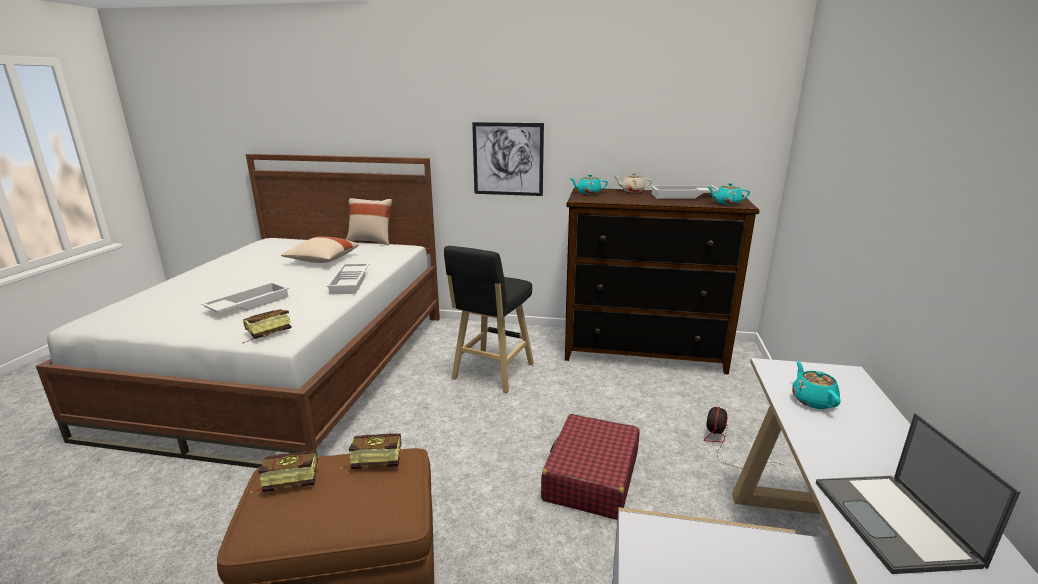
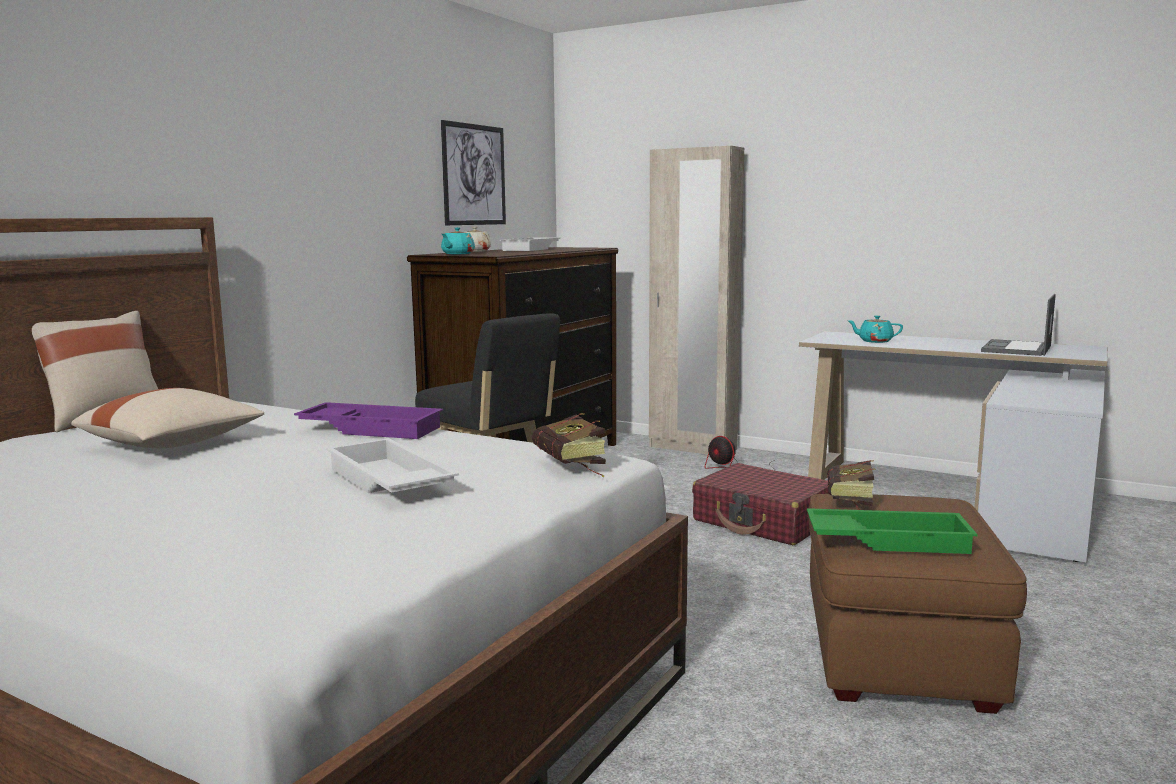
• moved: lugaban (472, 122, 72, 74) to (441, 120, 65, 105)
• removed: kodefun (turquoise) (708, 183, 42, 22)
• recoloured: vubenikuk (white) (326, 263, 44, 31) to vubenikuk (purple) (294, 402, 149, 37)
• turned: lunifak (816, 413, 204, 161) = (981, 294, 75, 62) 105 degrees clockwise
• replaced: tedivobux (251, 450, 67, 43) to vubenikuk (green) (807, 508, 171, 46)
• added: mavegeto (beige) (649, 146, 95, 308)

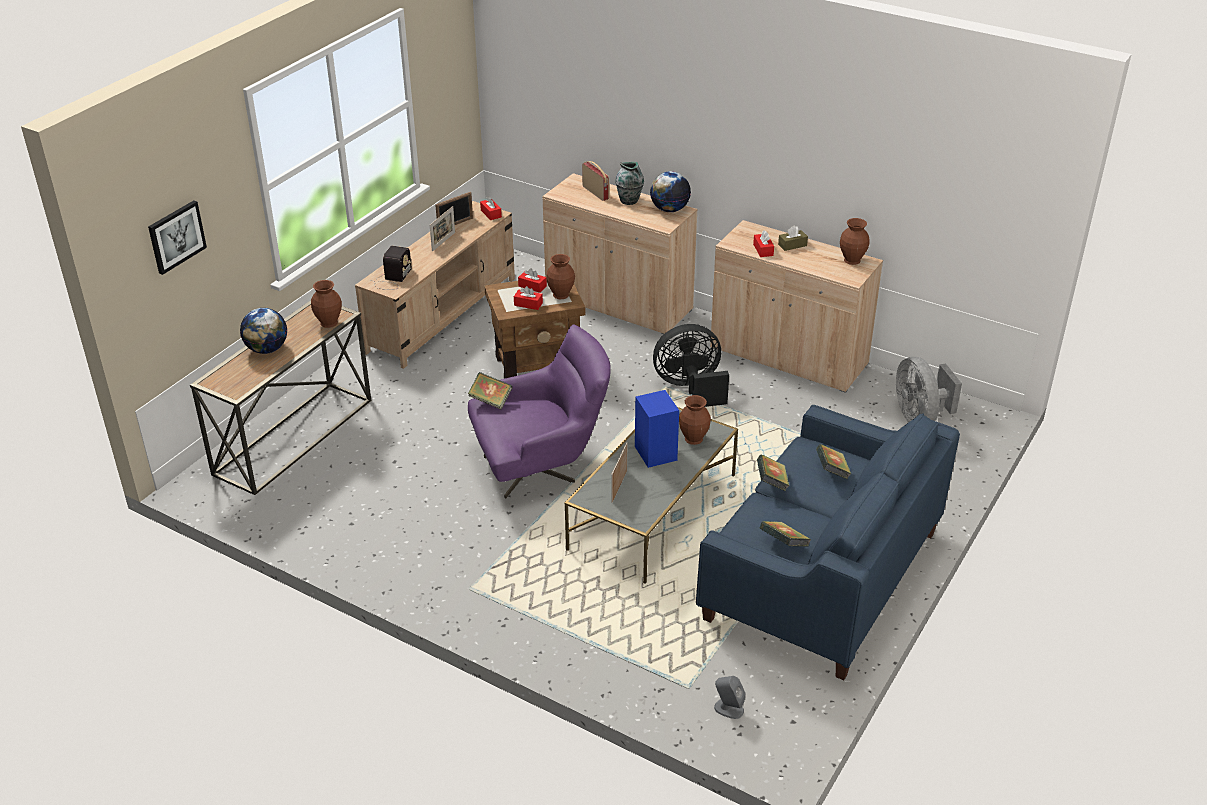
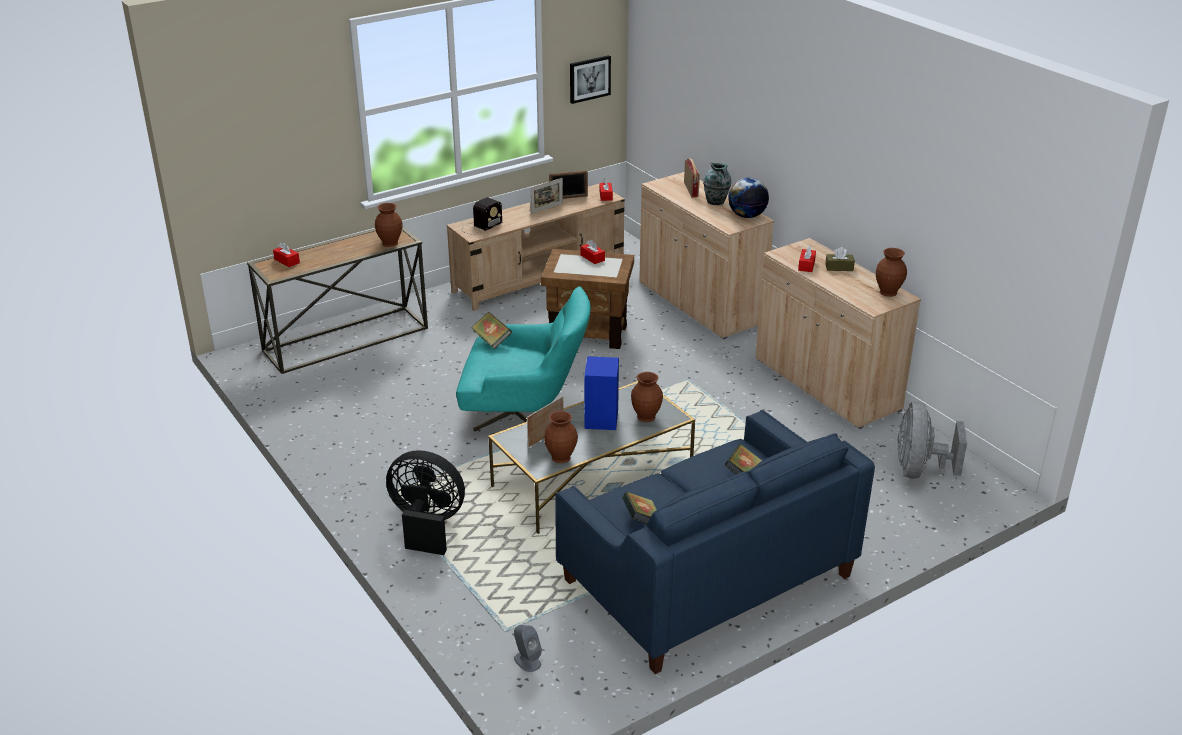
• moved: lugaban (148, 201, 59, 74) to (570, 55, 41, 49)
• moved: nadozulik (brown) (547, 254, 28, 45) to (544, 411, 34, 52)
• moved: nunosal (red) (514, 286, 29, 24) to (273, 242, 27, 25)
• removed: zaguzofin (240, 308, 47, 46)
• recoloured: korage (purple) (468, 324, 143, 175) to korage (turquoise) (456, 286, 135, 146)
• moved: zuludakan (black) (653, 324, 76, 83) to (386, 450, 79, 105)
• removed: tedivobux (757, 454, 32, 37)

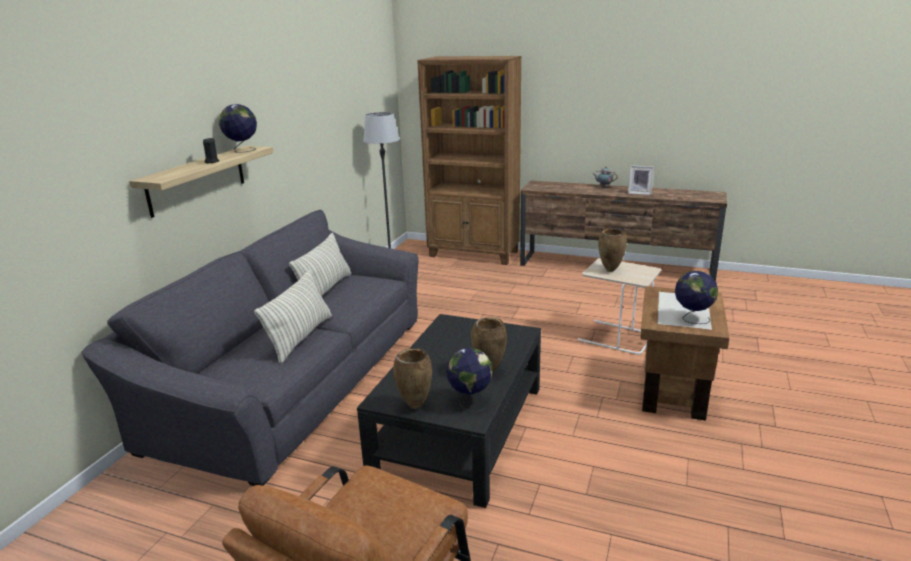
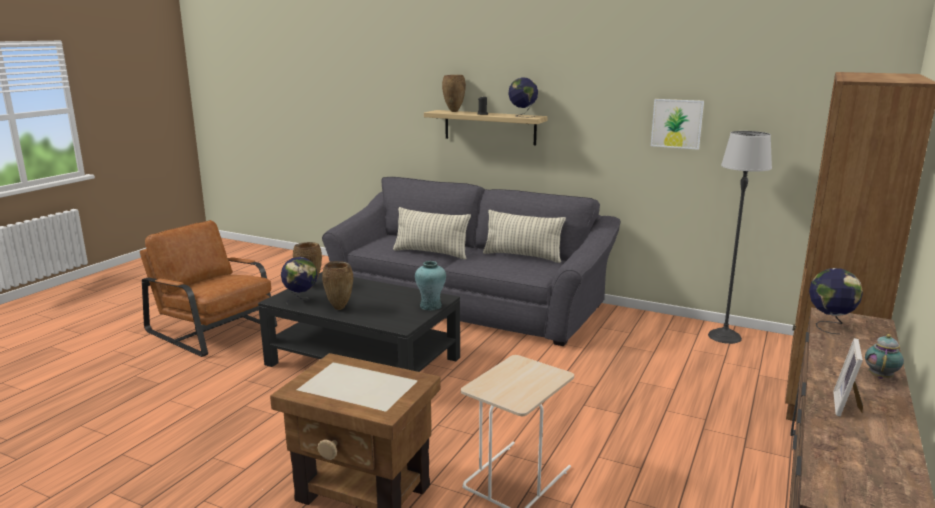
• moved: nadozulik (brown) (599, 229, 28, 43) to (442, 75, 24, 37)
• moved: zaguzofin (675, 271, 43, 53) to (809, 268, 54, 66)
• added: lugaban (651, 99, 53, 51)
• added: nadozulik (turquoise) (415, 261, 31, 50)

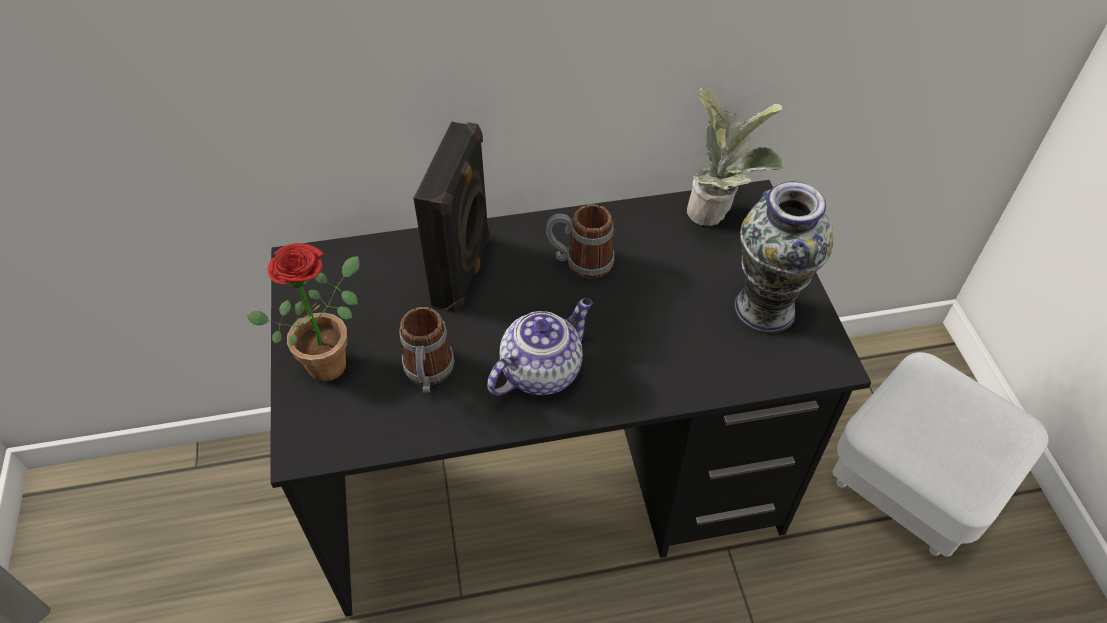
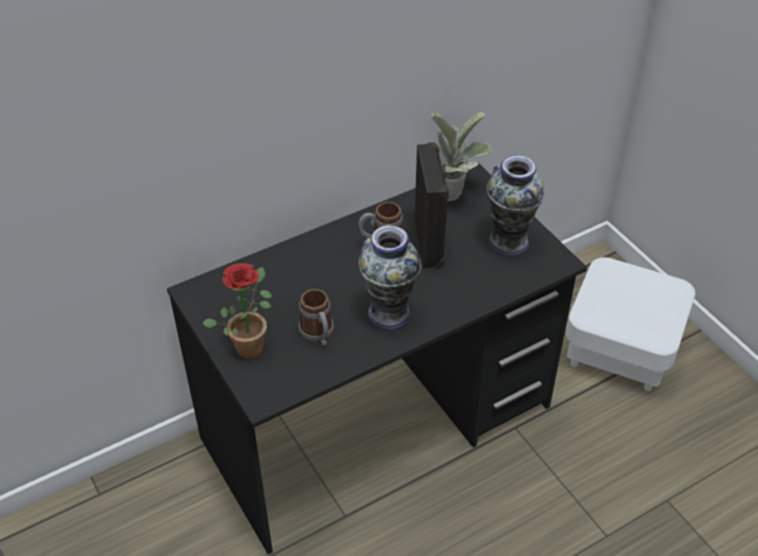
• moved: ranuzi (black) (414, 122, 76, 191) to (415, 142, 34, 127)
• replaced: kodefun (487, 298, 106, 98) to nadozulik (359, 225, 62, 105)

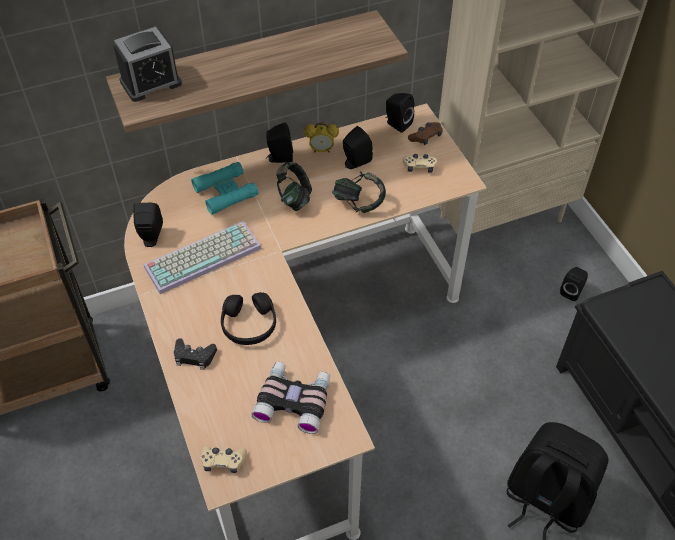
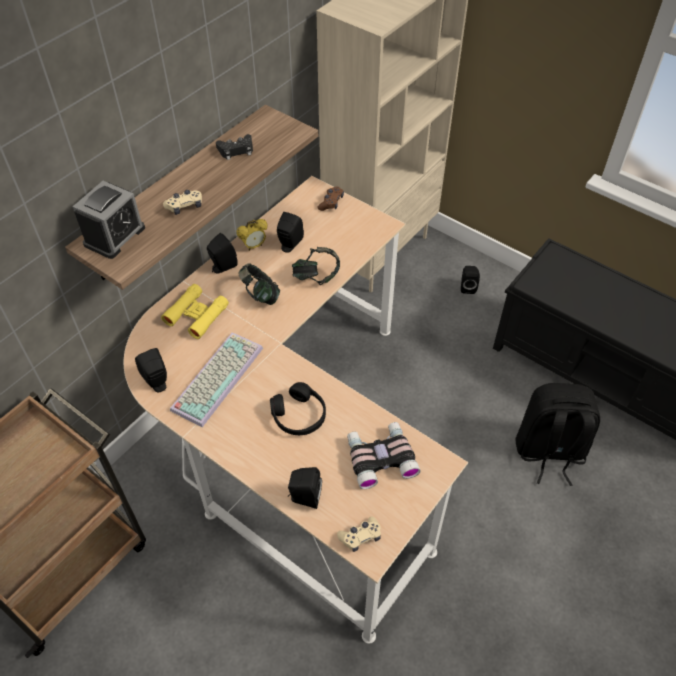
• moved: ranuzi (black) (385, 93, 29, 40) to (288, 467, 34, 42)
• moved: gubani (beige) (403, 154, 34, 19) to (163, 190, 39, 25)
• recoloured: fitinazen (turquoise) (191, 162, 68, 53) to fitinazen (yellow) (161, 284, 68, 55)
• moved: gubani (black) (174, 338, 43, 32) to (216, 134, 37, 26)

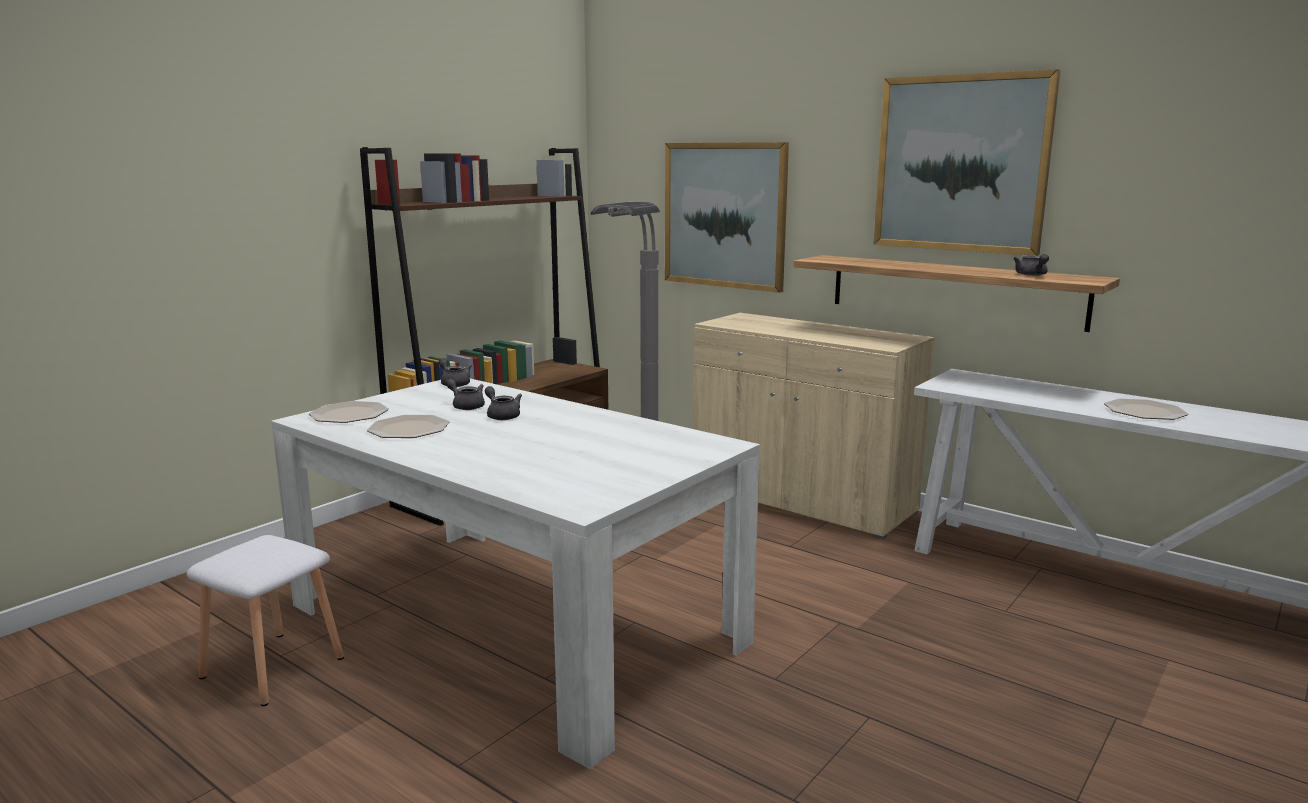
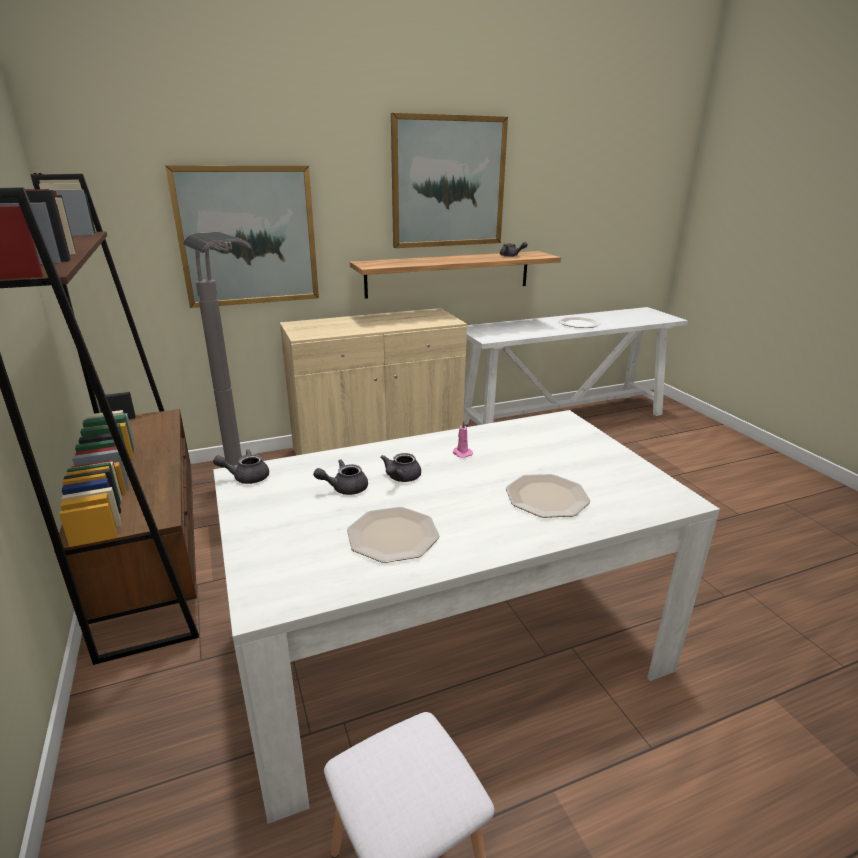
• turned: kodefun (grey) (485, 386, 37, 34) = (380, 453, 41, 29) 60 degrees counterclockwise
• moved: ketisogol (309, 401, 80, 22) to (506, 474, 84, 44)
• added: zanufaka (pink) (453, 420, 20, 38)

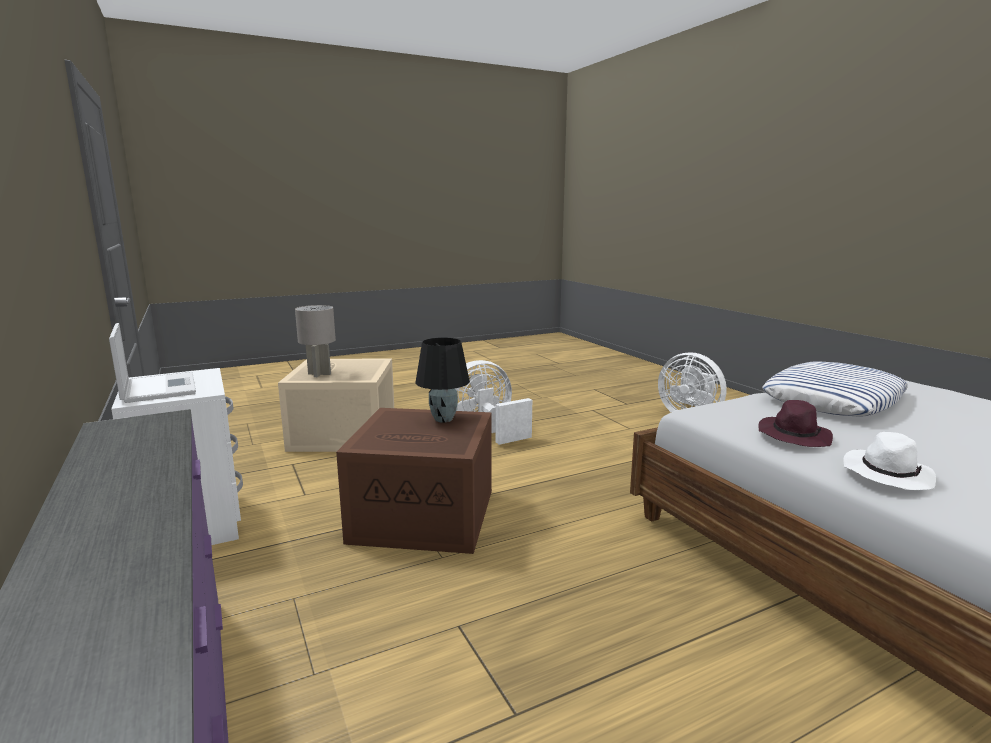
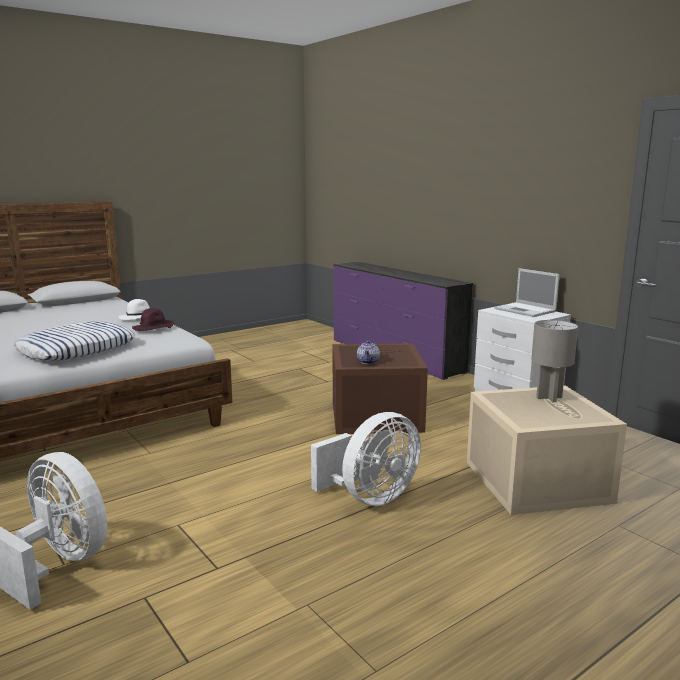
• replaced: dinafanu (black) (416, 338, 54, 85) to kodefun (357, 340, 23, 24)

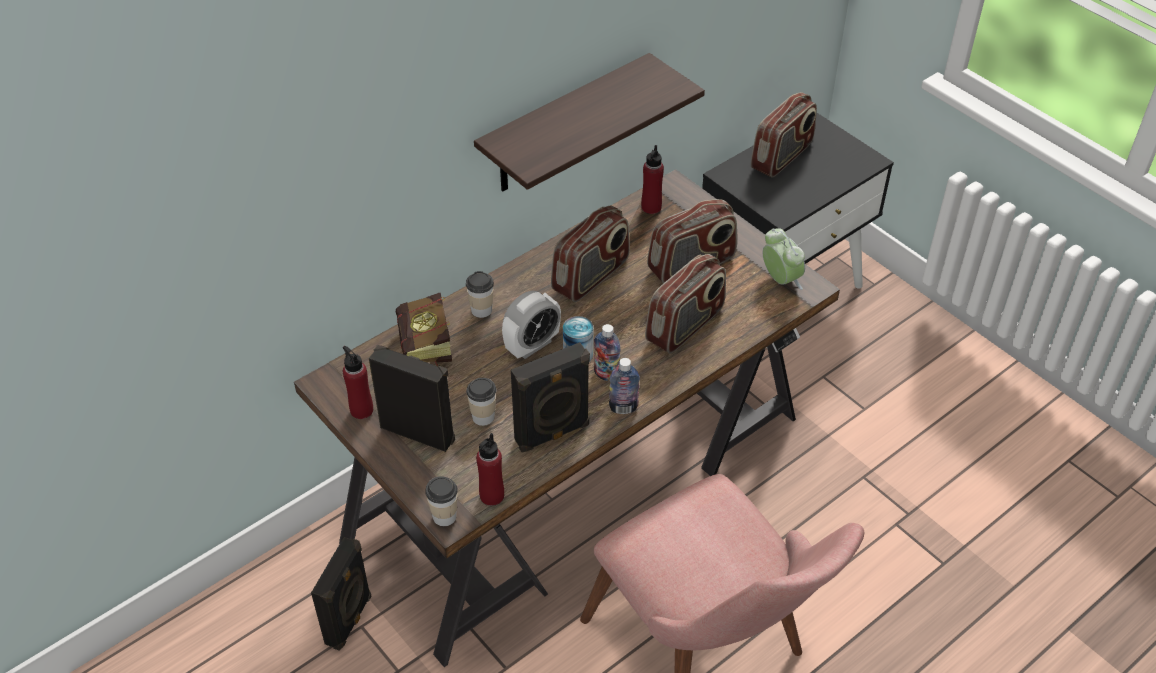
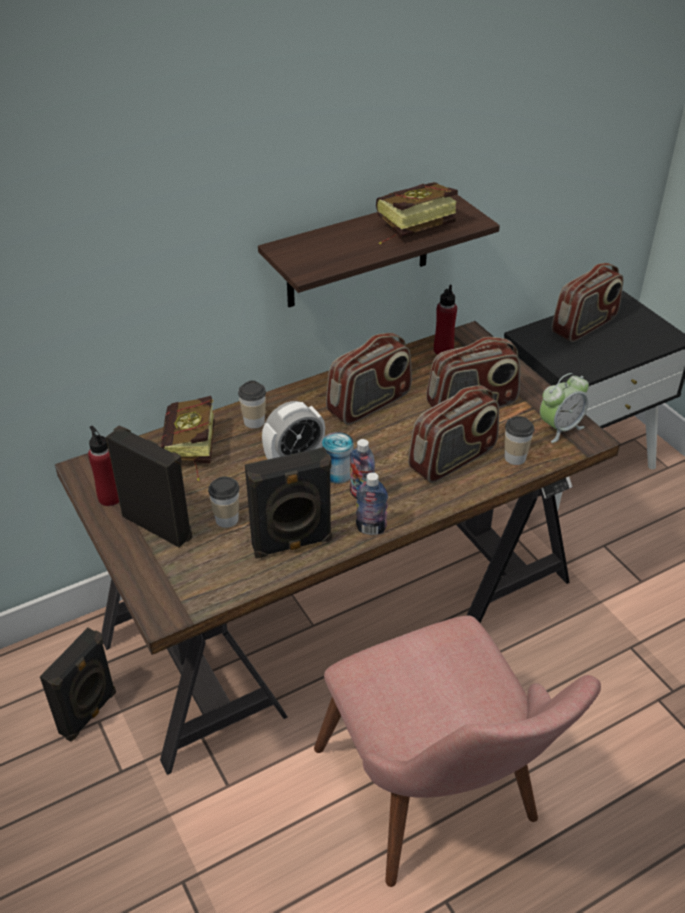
• turned: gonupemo (763, 228, 42, 62) = (540, 373, 49, 70) 75 degrees clockwise
• removed: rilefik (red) (476, 433, 28, 73)
• moved: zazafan (425, 476, 33, 50) to (505, 416, 29, 49)
• added: tedivobux (376, 182, 82, 63)

